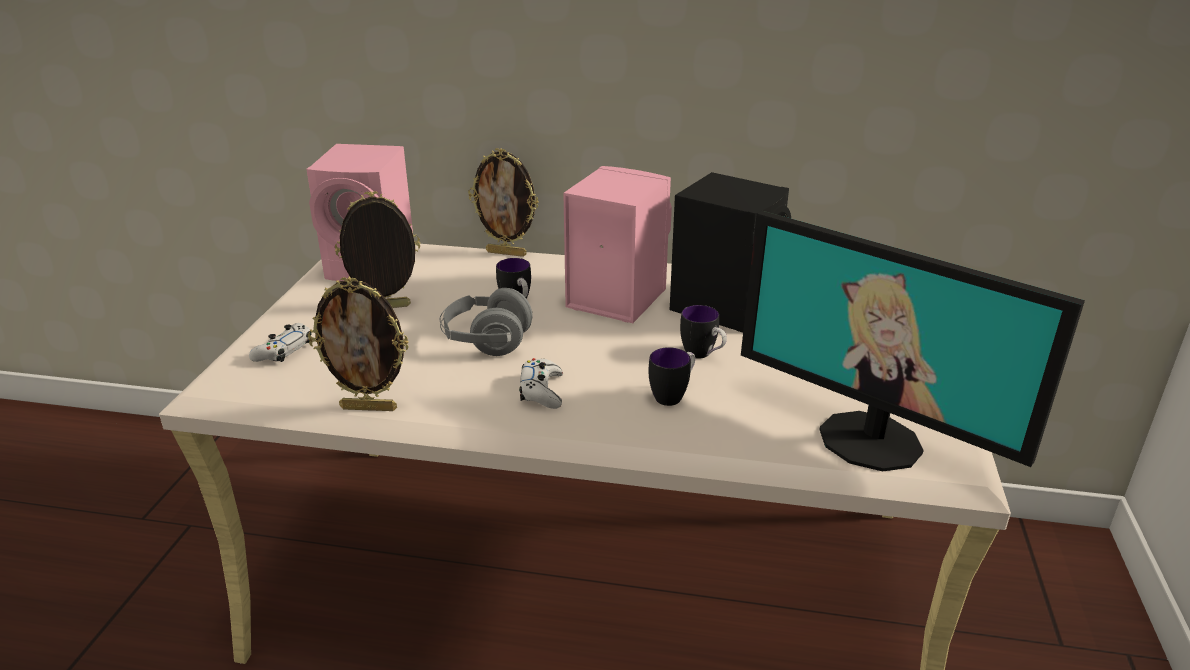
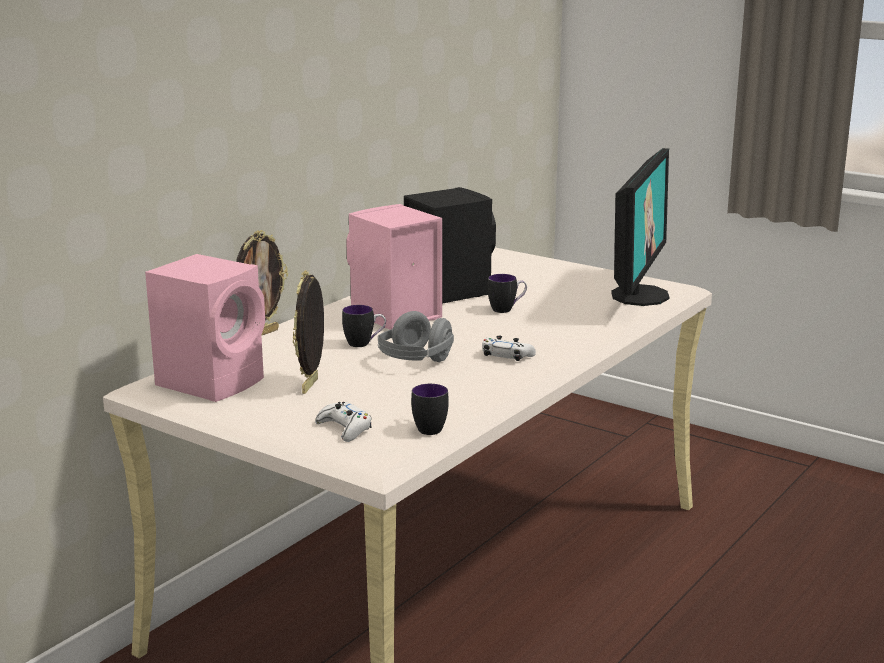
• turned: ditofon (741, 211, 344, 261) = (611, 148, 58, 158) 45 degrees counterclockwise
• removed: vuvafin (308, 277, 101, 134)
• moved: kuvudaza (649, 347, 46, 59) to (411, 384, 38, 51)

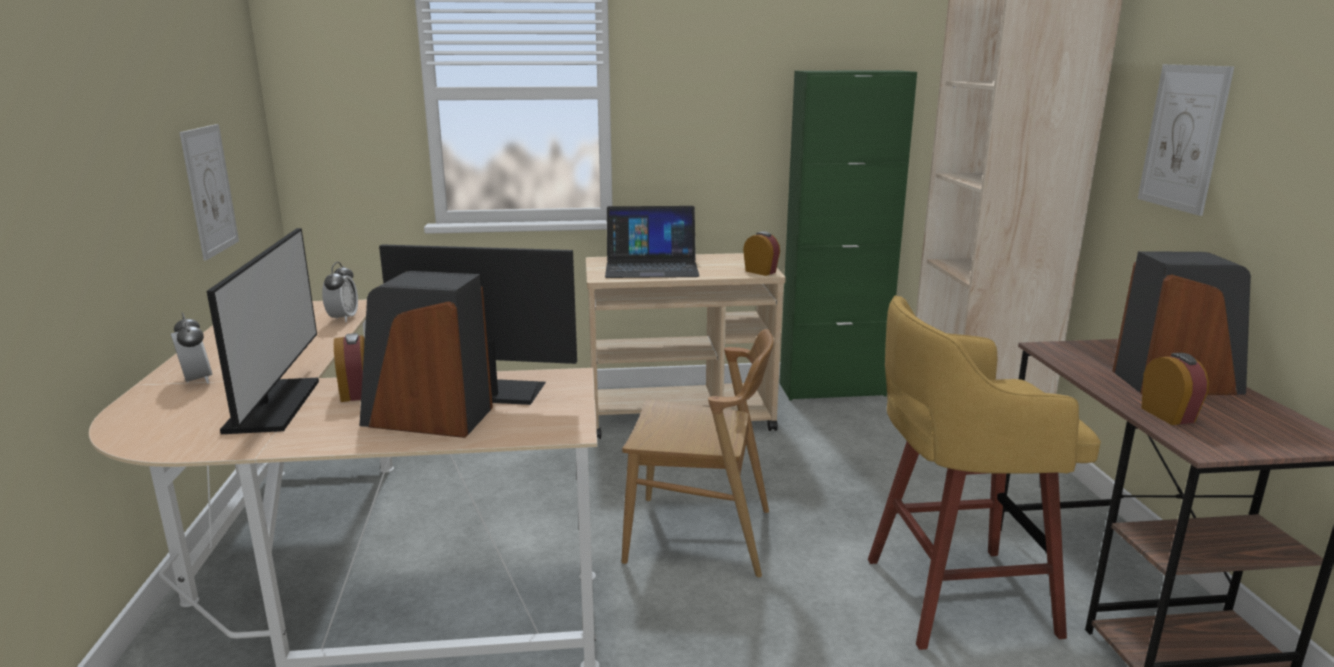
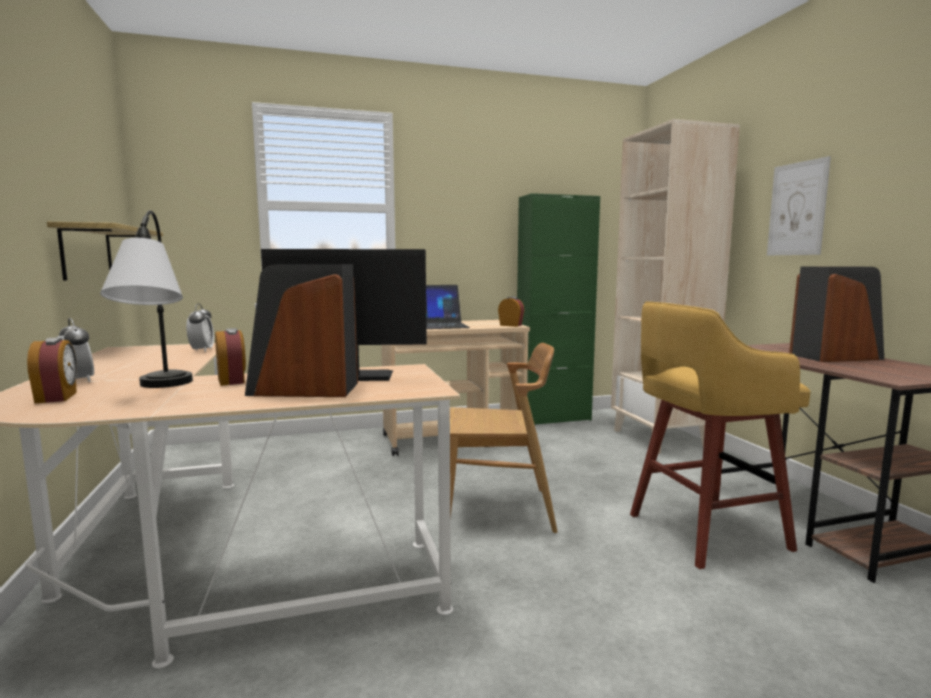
• replaced: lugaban (180, 124, 59, 136) to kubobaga (47, 222, 116, 59)
• replaced: ditofon (207, 228, 112, 206) to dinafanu (100, 210, 93, 178)
• moved: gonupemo (1141, 353, 68, 72) to (27, 337, 50, 67)

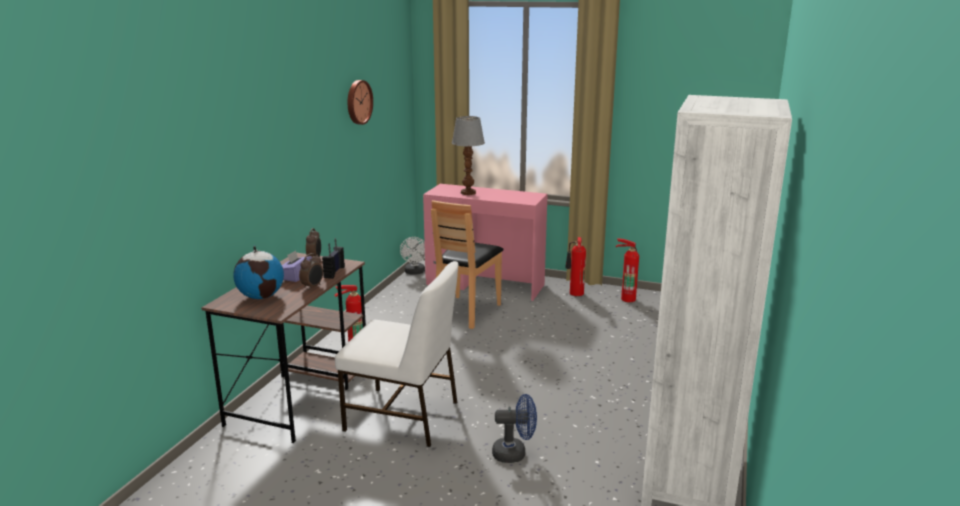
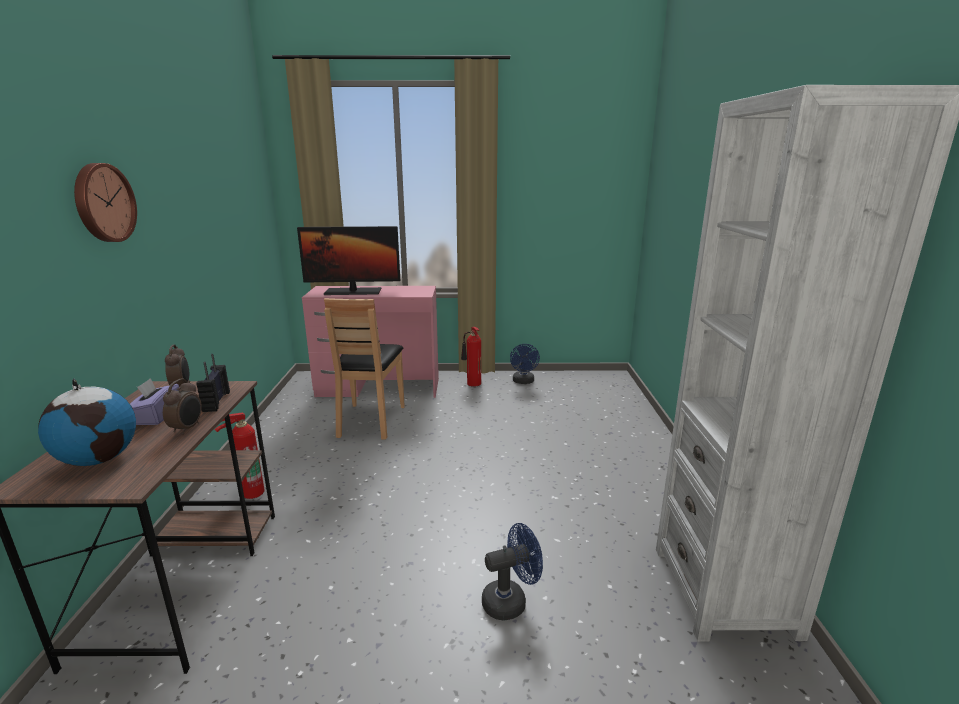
• moved: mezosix (348, 80, 25, 45) to (74, 163, 63, 79)
• replaced: dinafanu (452, 116, 33, 79) to ditofon (297, 226, 103, 69)
• removed: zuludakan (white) (400, 237, 25, 37)
• replaced: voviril (616, 238, 23, 64) to zuludakan (blue) (510, 344, 30, 40)
• removed: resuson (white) (335, 261, 123, 186)

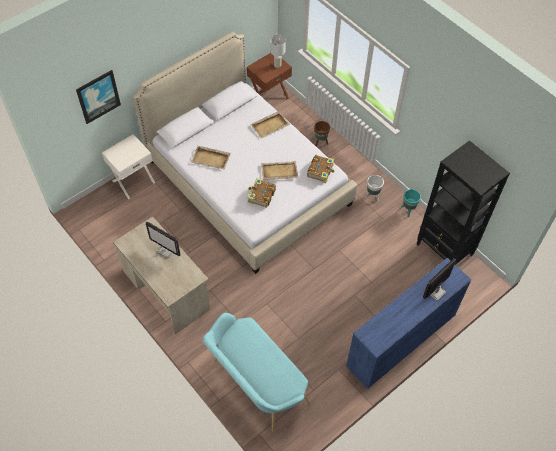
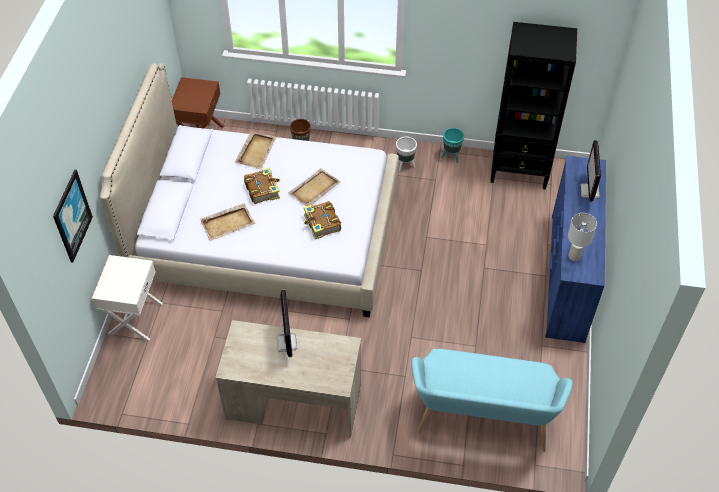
• moved: dinafanu (white) (270, 35, 16, 33) to (568, 213, 29, 48)
• moved: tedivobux (307, 155, 28, 28) to (244, 168, 36, 36)
• turned: ditofon (146, 221, 35, 37) = (276, 289, 21, 68) 90 degrees counterclockwise

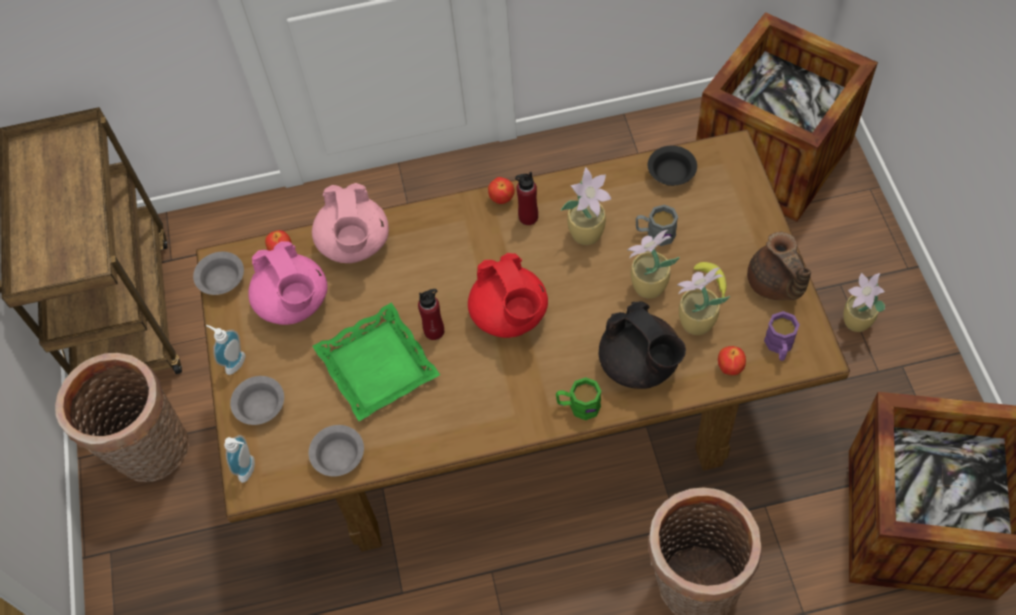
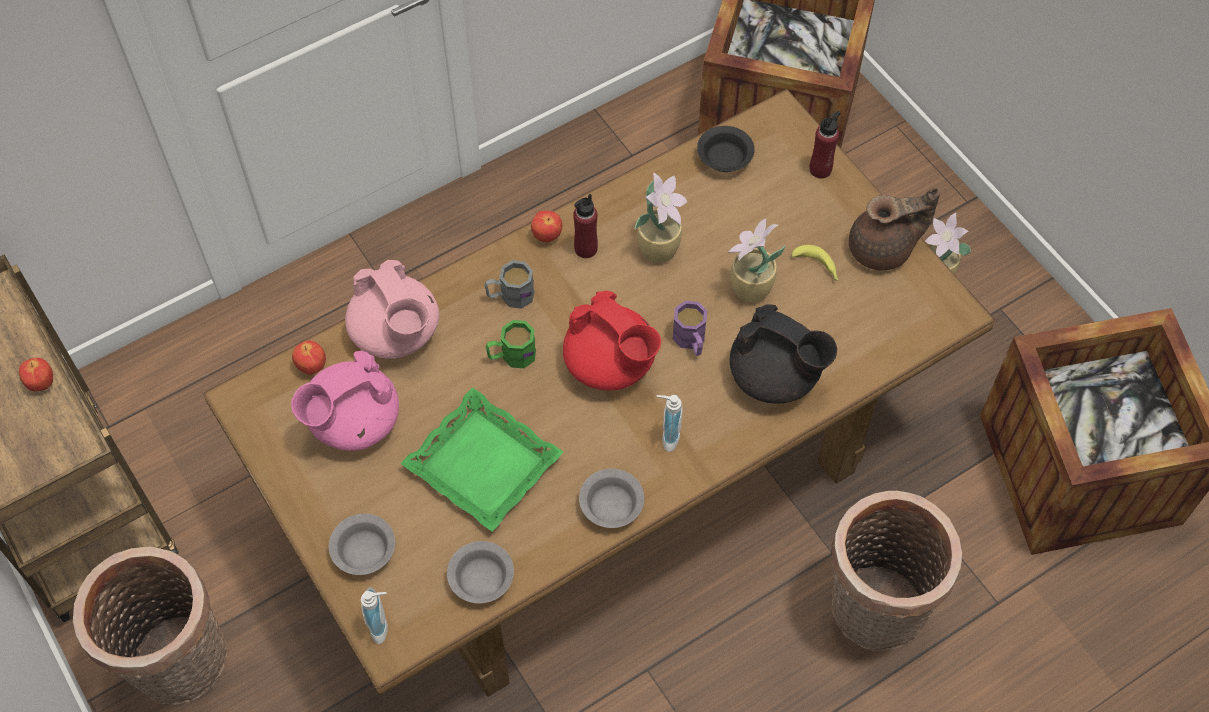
• moved: kuvudaza (grey) (636, 205, 42, 41) to (485, 260, 50, 49)
• turned: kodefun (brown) (747, 232, 64, 68) = (849, 188, 91, 83) 60 degrees counterclockwise
• turned: kodefun (pink) (248, 241, 80, 84) = (291, 351, 108, 100) 105 degrees clockwise
• moved: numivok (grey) (193, 252, 51, 43) to (579, 469, 65, 59)
• removed: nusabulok (677, 268, 53, 67)
• moved: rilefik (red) (418, 289, 26, 51) to (809, 111, 32, 67)
• moved: kuvudaza (purple) (764, 311, 36, 50) to (673, 301, 34, 55)
• moved: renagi (206, 325, 40, 50) to (657, 395, 26, 57)
• moved: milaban (718, 346, 28, 29) to (19, 358, 34, 33)
• moved: kuvudaza (green) (556, 377, 45, 43) to (486, 320, 50, 48)

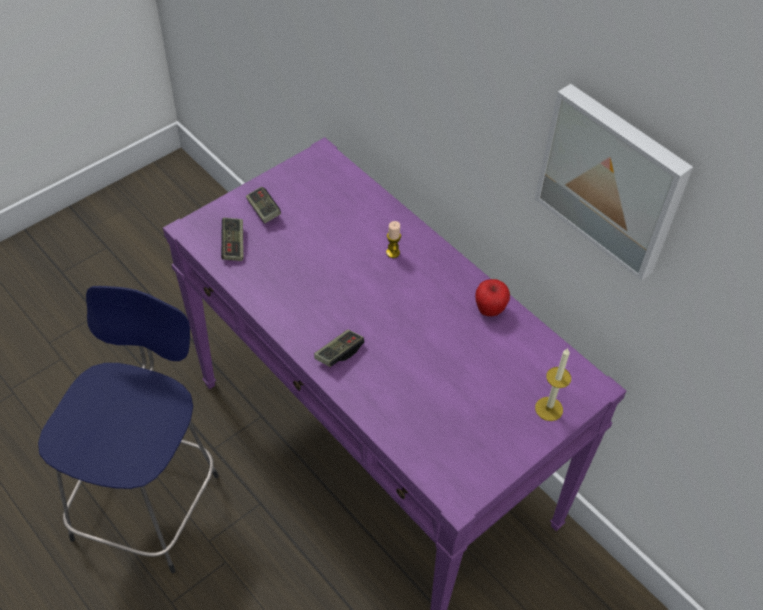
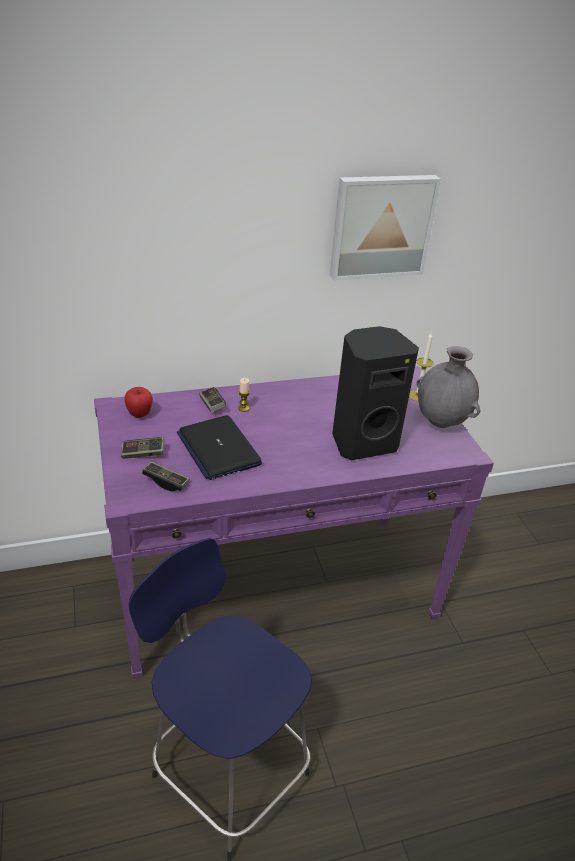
• moved: milaban (475, 279, 35, 37) to (124, 387, 29, 31)
• moved: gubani (314, 330, 50, 37) to (199, 387, 27, 25)
• added: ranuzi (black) (332, 326, 87, 134)
• added: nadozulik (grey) (416, 346, 64, 82)
• added: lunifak (177, 415, 85, 65)

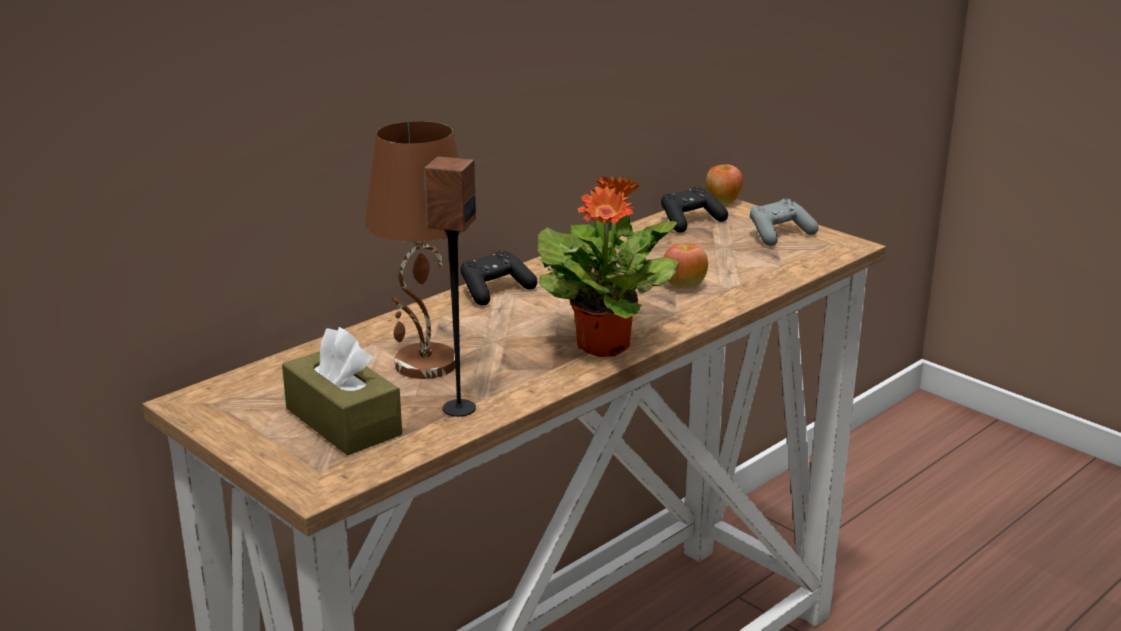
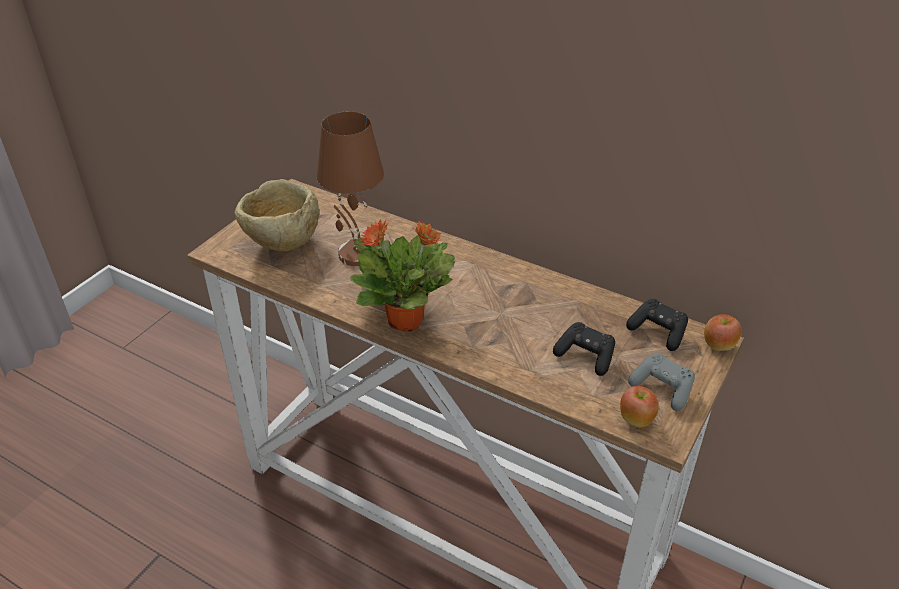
• removed: ranuzi (424, 156, 52, 261)
• moved: milaban (664, 243, 44, 45) to (620, 386, 39, 41)
• moved: gubani (black) (460, 250, 77, 56) to (553, 322, 62, 54)
• replaced: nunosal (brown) (282, 327, 120, 128) to numivok (beige) (234, 179, 85, 72)

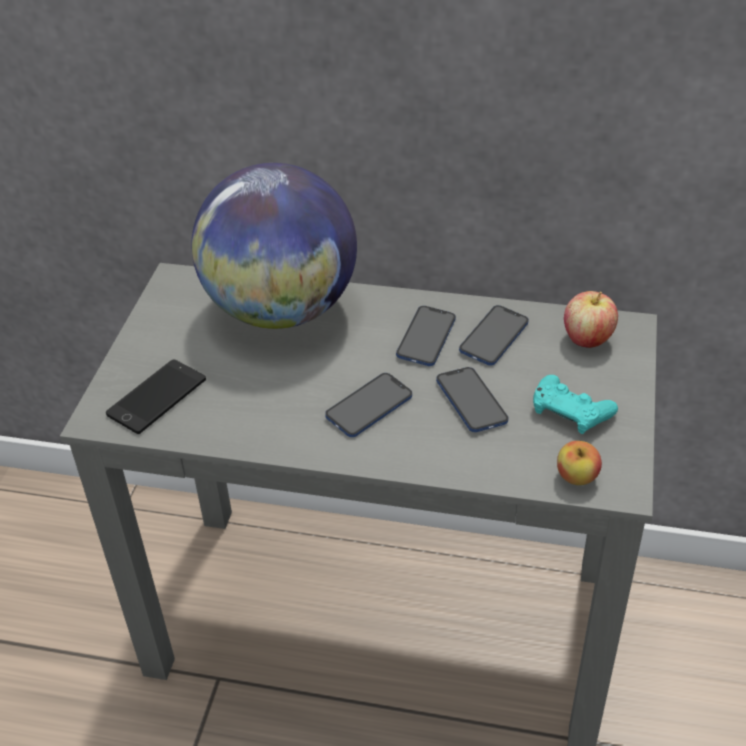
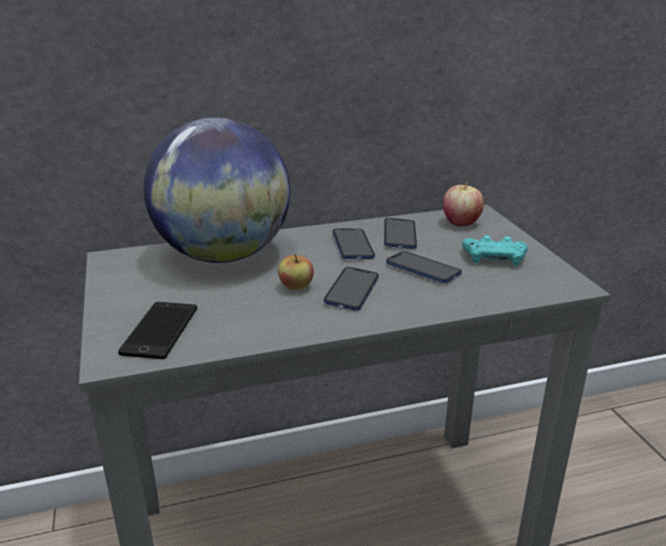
• moved: milaban (557, 441, 45, 44) to (278, 254, 36, 36)

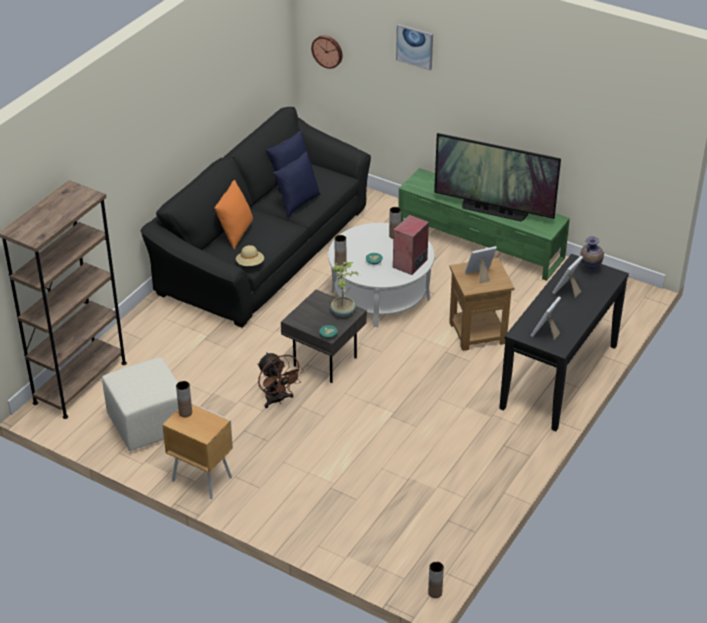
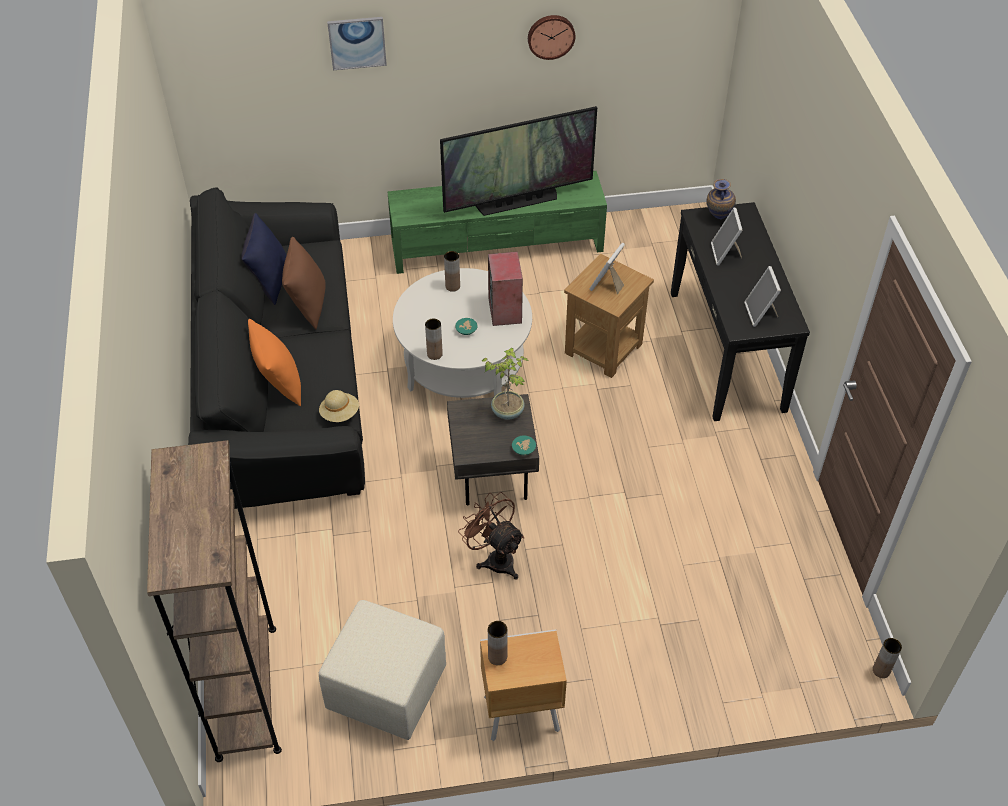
• moved: mezosix (311, 35, 32, 34) to (528, 15, 47, 45)
• recoloured: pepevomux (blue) (273, 152, 48, 65) to pepevomux (brown) (282, 237, 44, 92)
• turned: zuludakan (brown) (258, 352, 46, 56) = (458, 492, 66, 88) 150 degrees counterclockwise

